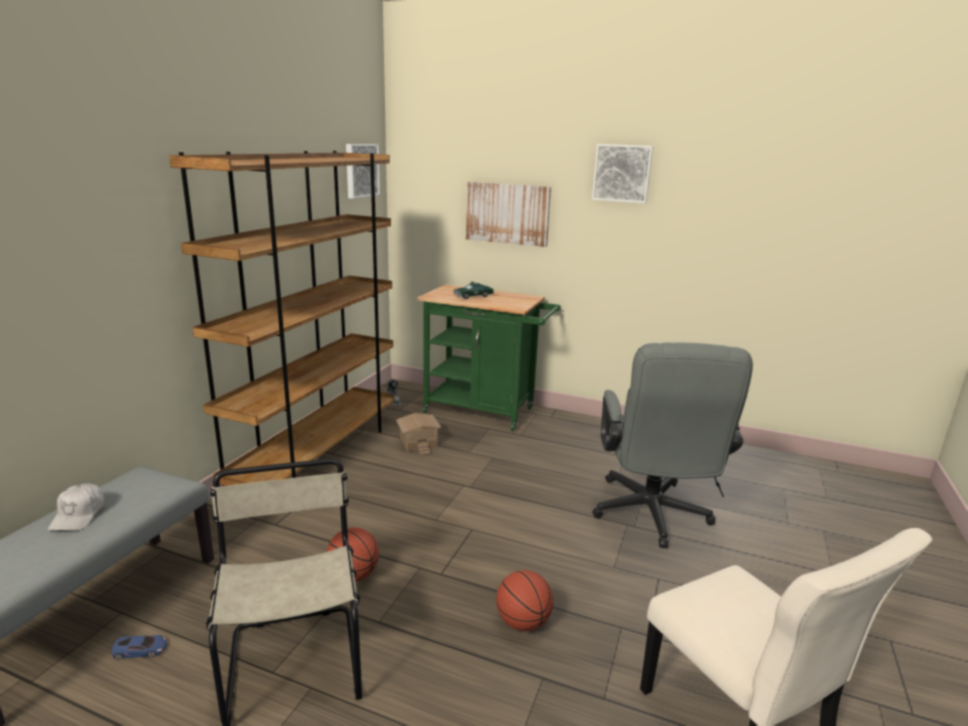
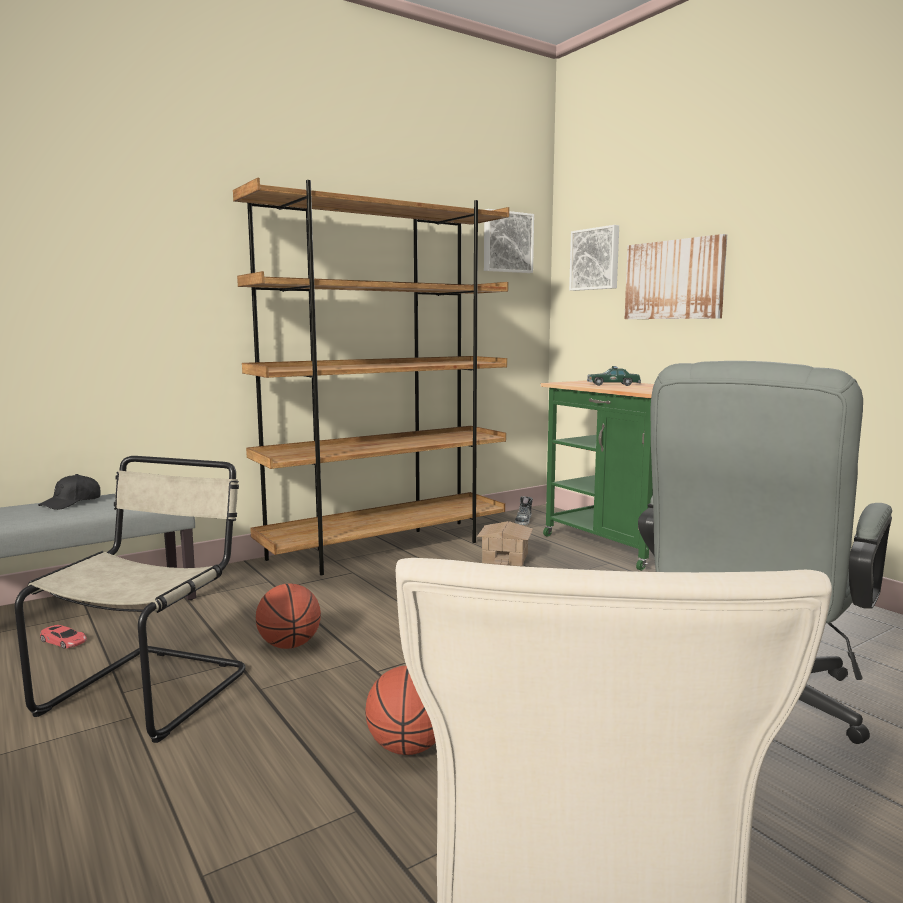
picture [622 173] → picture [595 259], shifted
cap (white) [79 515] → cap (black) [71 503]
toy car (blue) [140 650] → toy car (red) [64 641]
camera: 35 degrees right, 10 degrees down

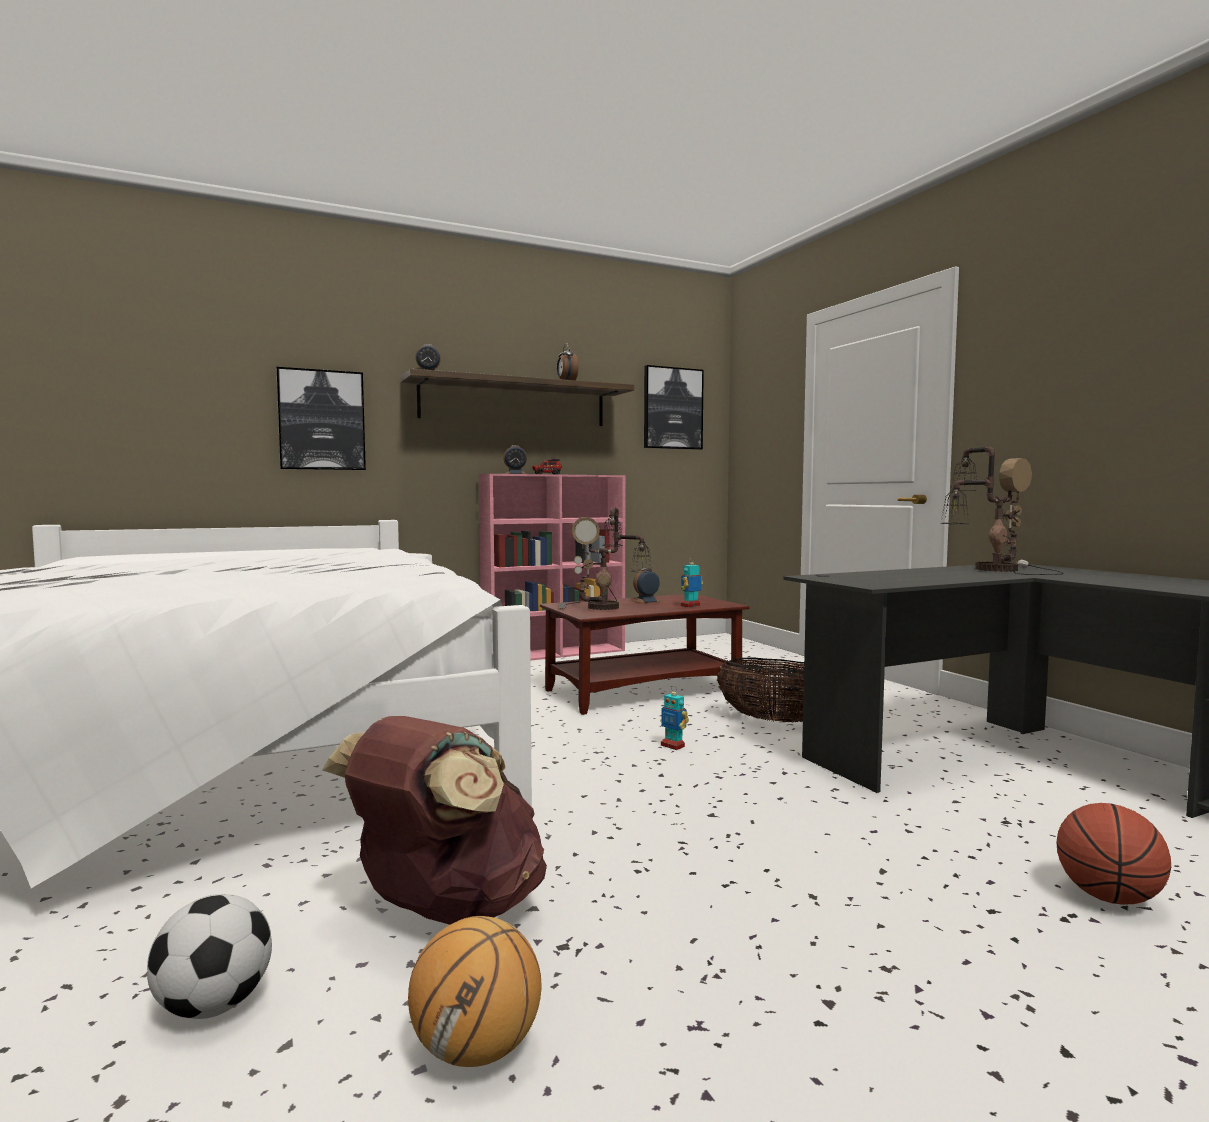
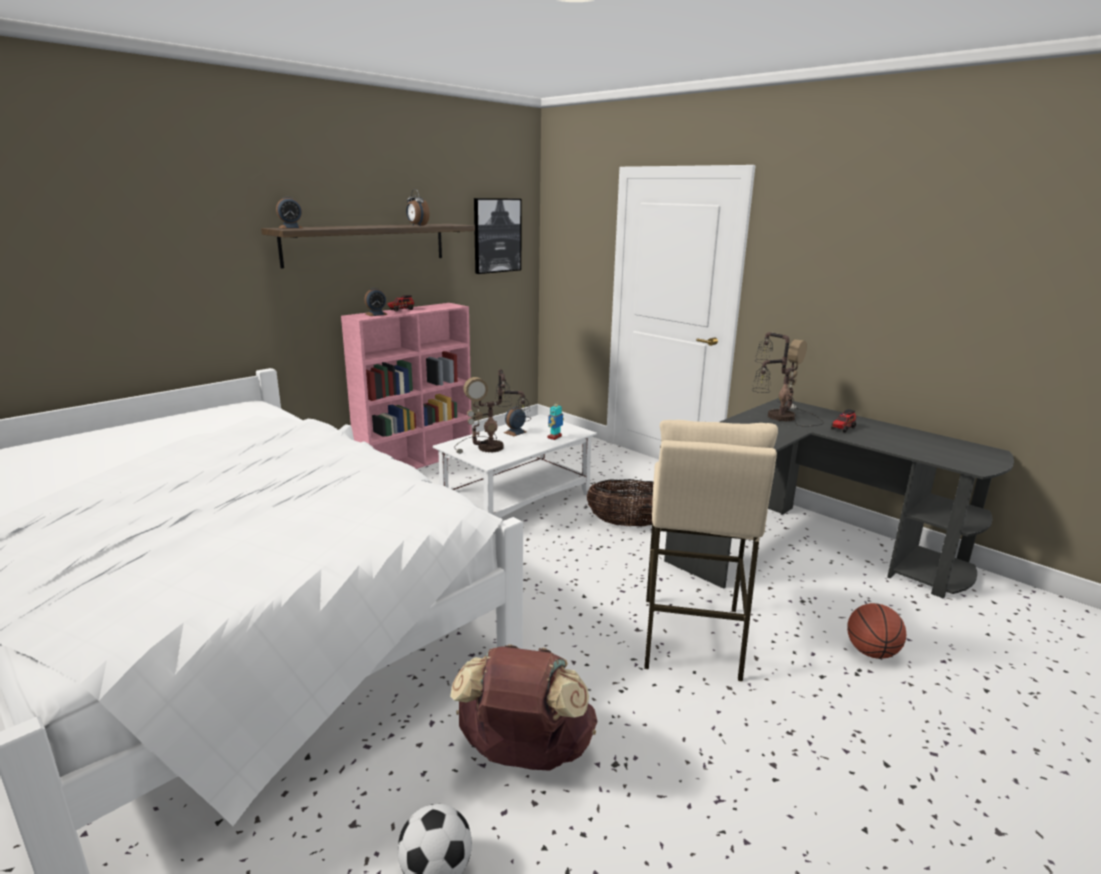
picture [321 420] → -
basketball [477 1049] → -
toy robot [673 746] → -
- → stool (beige) [690 637]
- → toy truck [842 429]
coffee table (brown) [642 691] → coffee table (white) [516 503]
camera: 20 degrees left, 15 degrees up

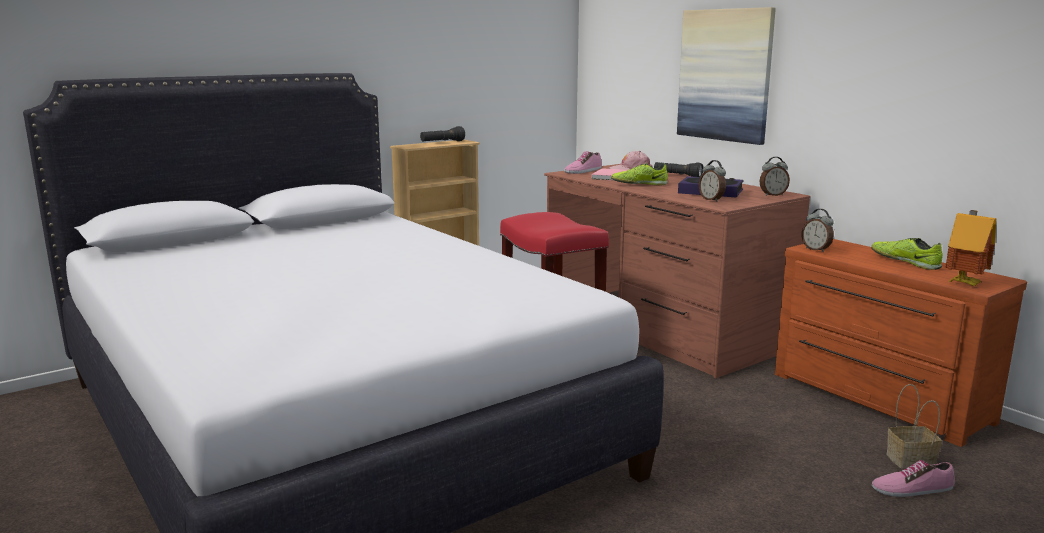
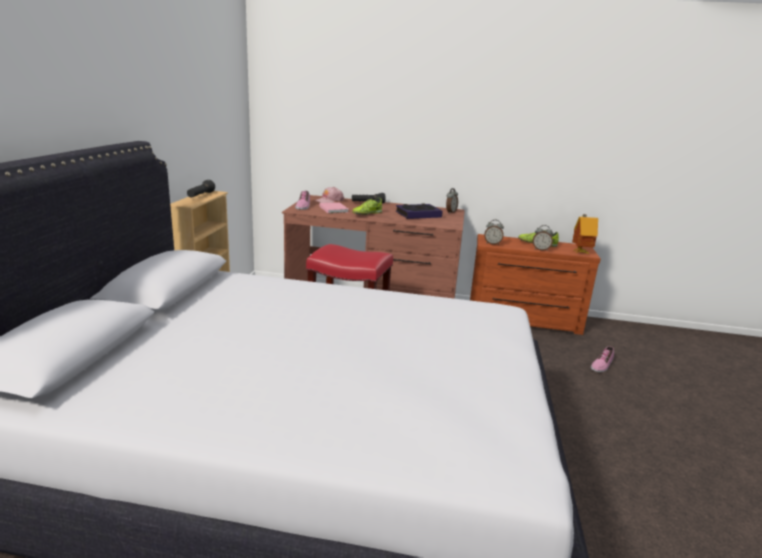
picture [725 75] → -
basket [911 460] → -
alarm clock [712 200] → alarm clock [541 249], shifted
camera: 45 degrees left, 5 degrees up

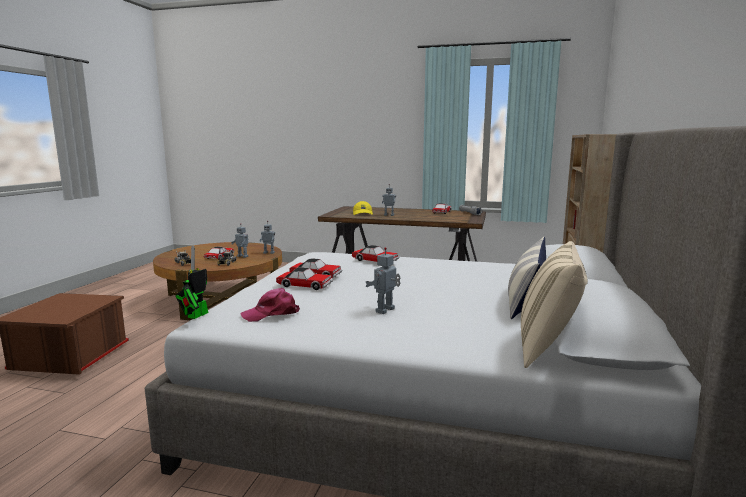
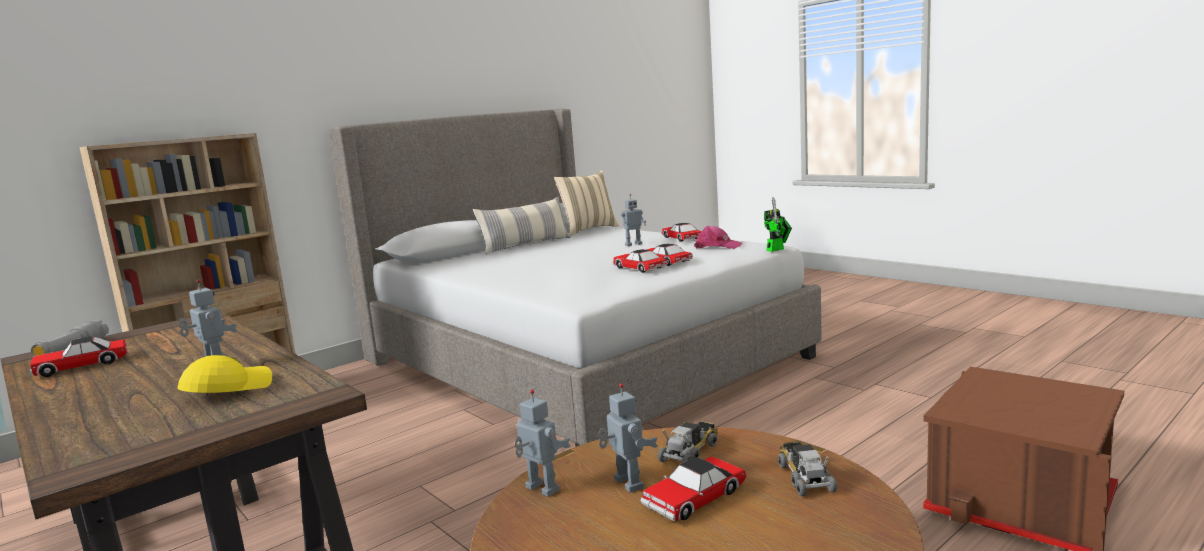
toy car [375 260] → toy car [681 238], shifted
camera: 145 degrees left, 0 degrees up

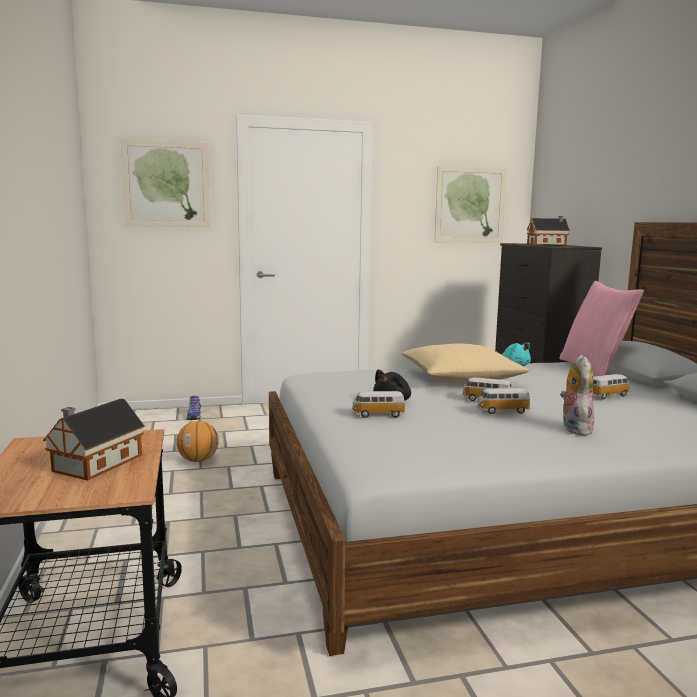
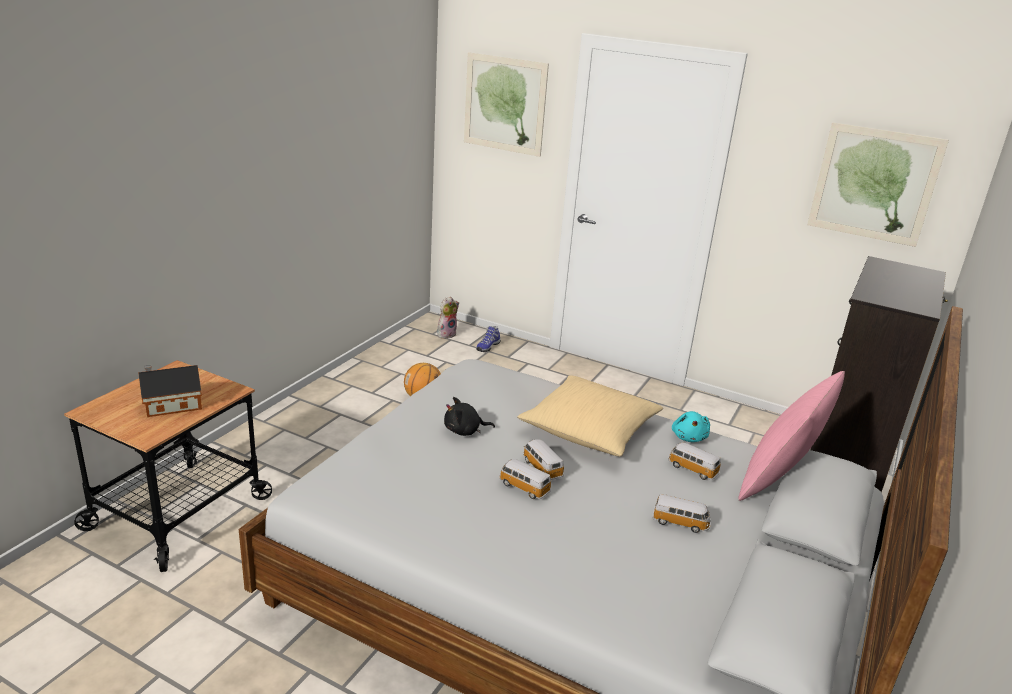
toy house [548 244] → -
toy car [377 414] → toy car [691 469], shifted
plush toy [574 428] → plush toy [446 334], shifted
camera: 40 degrees right, 15 degrees up

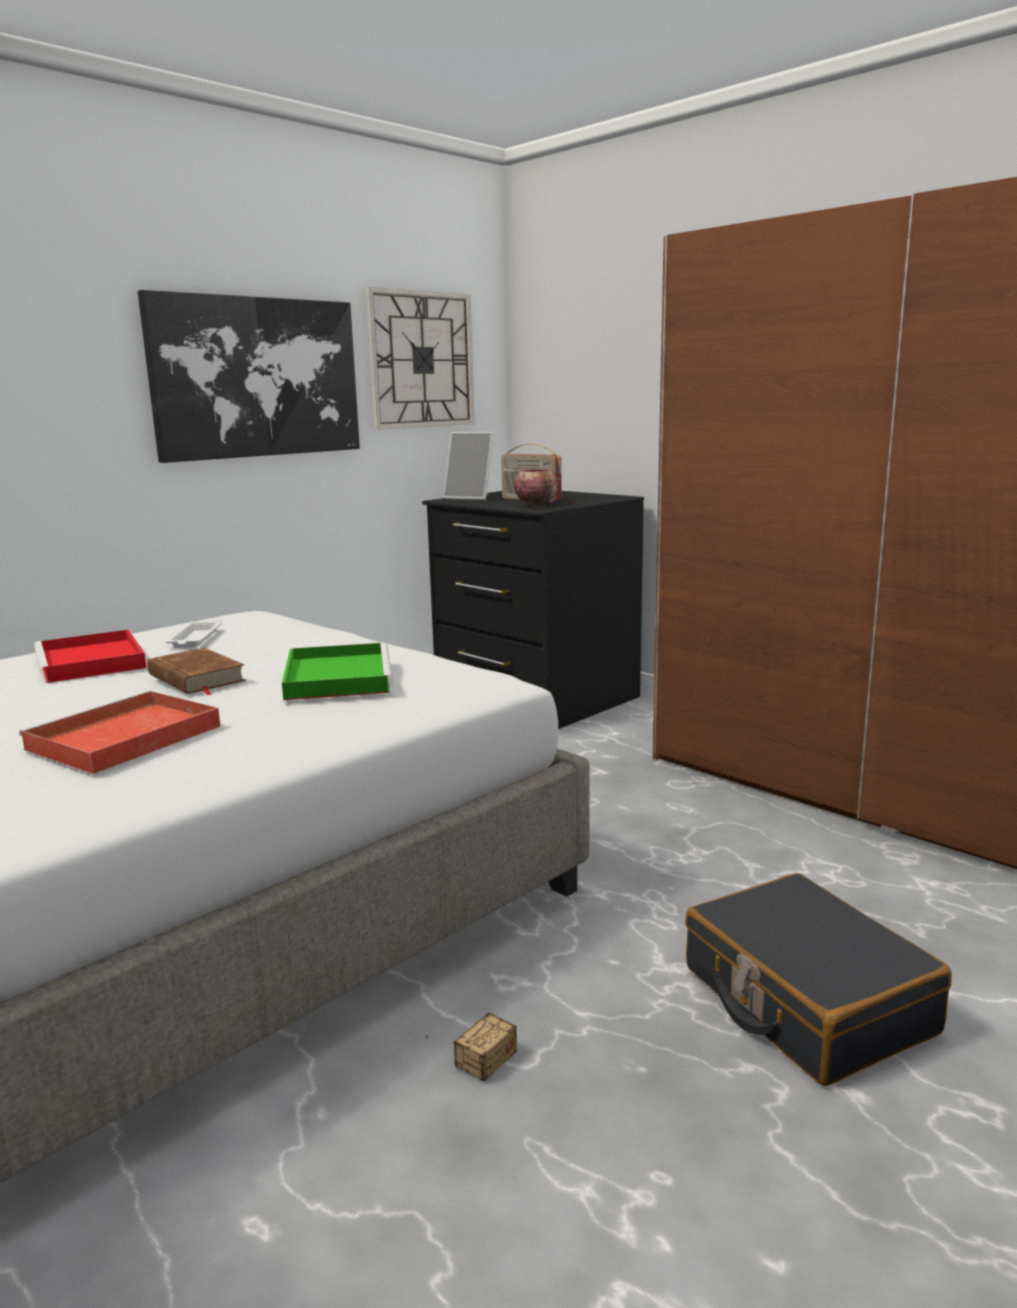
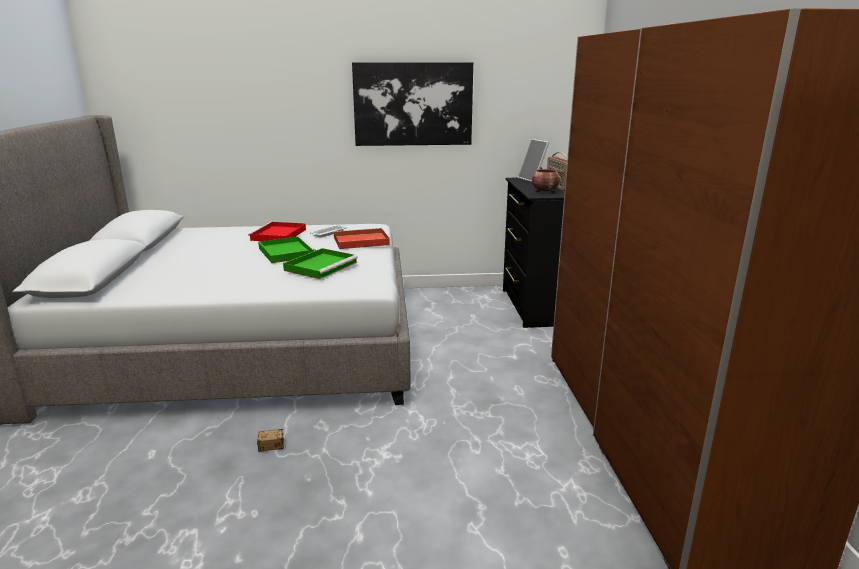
wall clock [421 360] → -
suitcase (black) [805 1000] → -
tray (red) [122 739] → tray (red) [360 241], shifted
book (brown) [196 678] → tray (green) [285 252]
camera: 40 degrees right, 5 degrees up

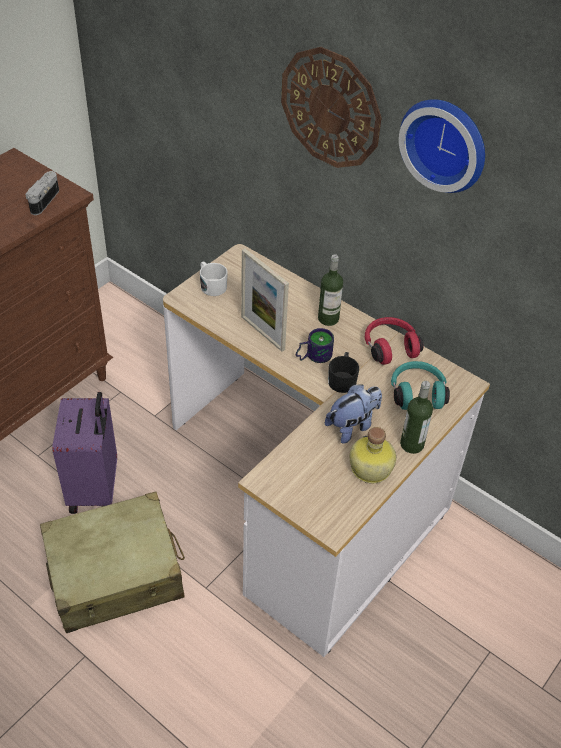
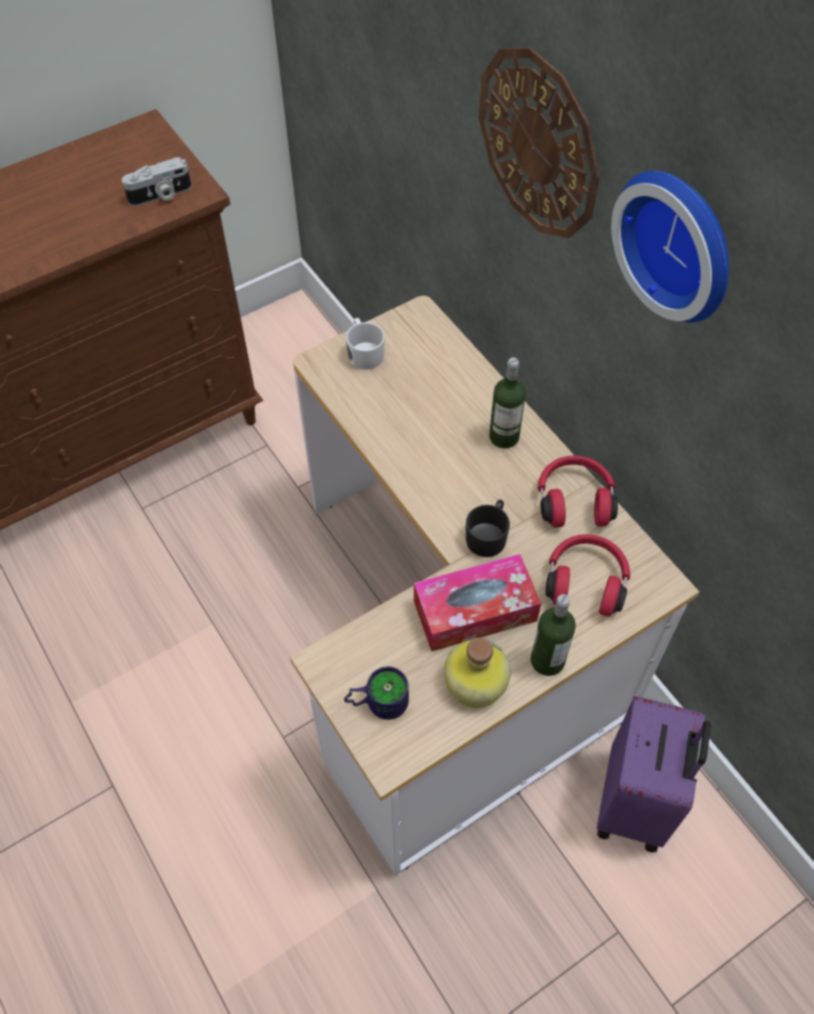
suitcase (beige) [115 574] → -
picture frame [262 333] → -
suitcase (purple) [95 489] → suitcase (purple) [635 803], shifted
mug [312 355] → mug [377 700], shifted
plush toy [352 426] → tissue box [475 611]
headphones (turquoise) [417 393] → headphones (red) [586 581]
photo camera [42 200] → photo camera [161 195], 150 degrees counterclockwise
camera: 20 degrees right, 10 degrees up

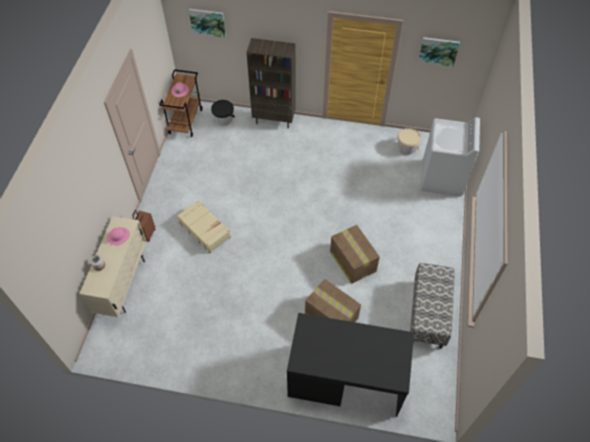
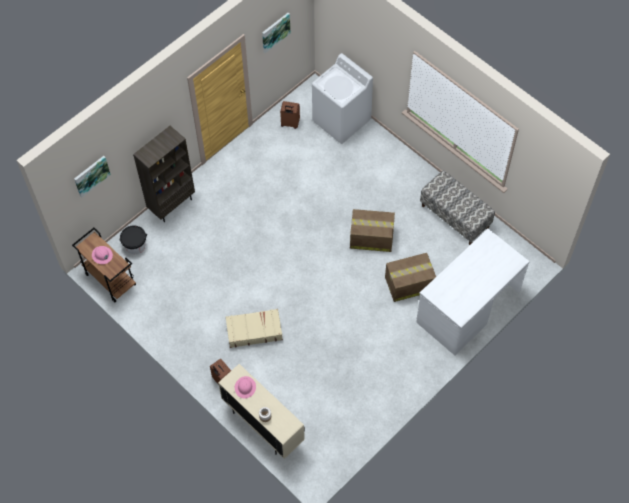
bucket (beige) [407 148] → suitcase (brown) [290 123]
desk (black) [345 378] → desk (white) [467 306]
camera: 55 degrees left, 5 degrees up

